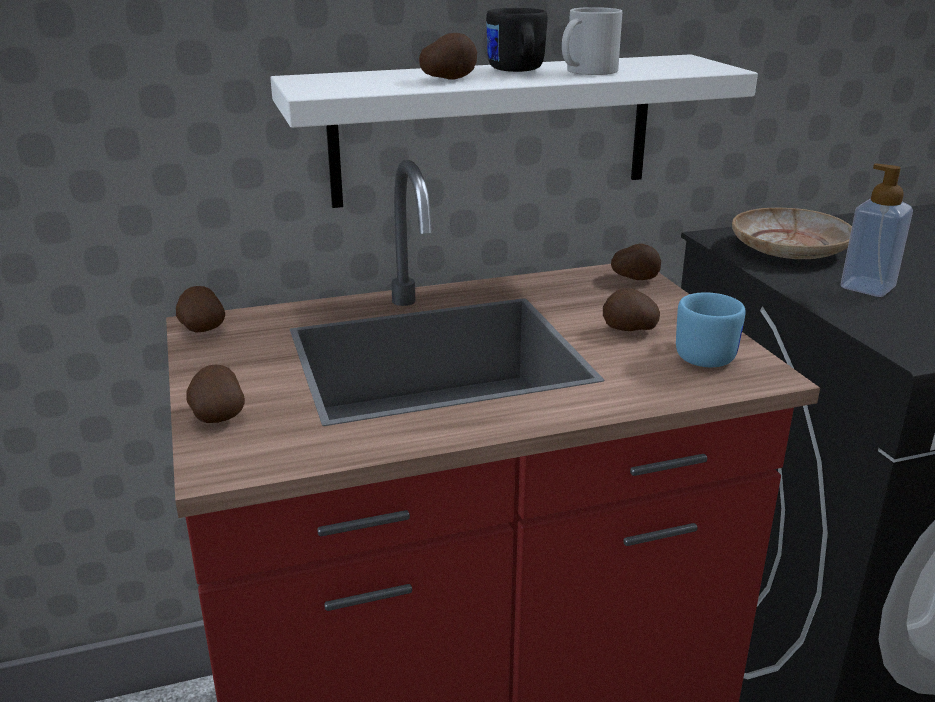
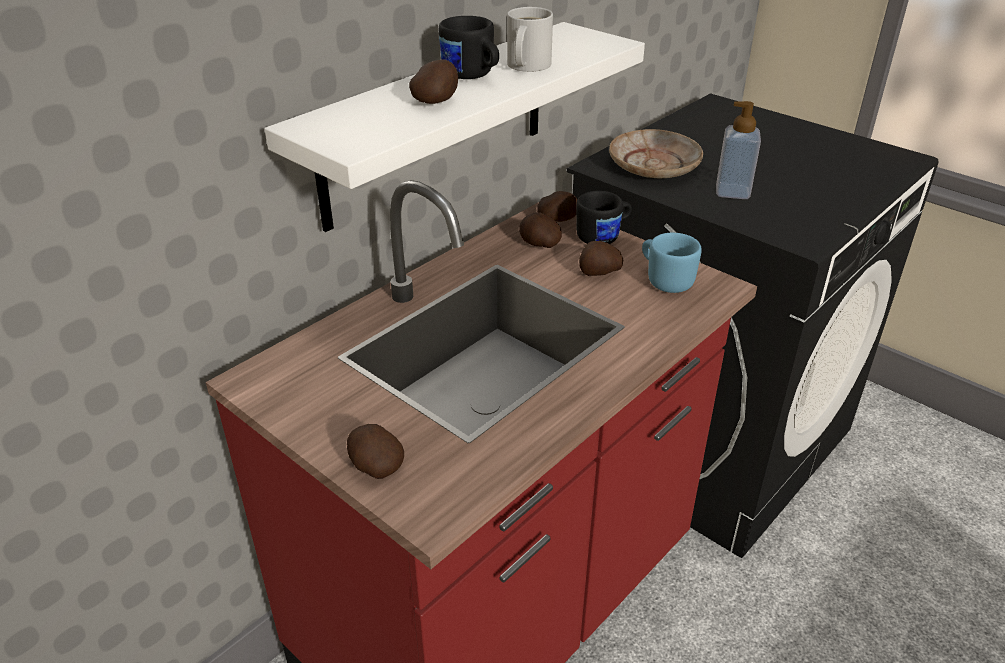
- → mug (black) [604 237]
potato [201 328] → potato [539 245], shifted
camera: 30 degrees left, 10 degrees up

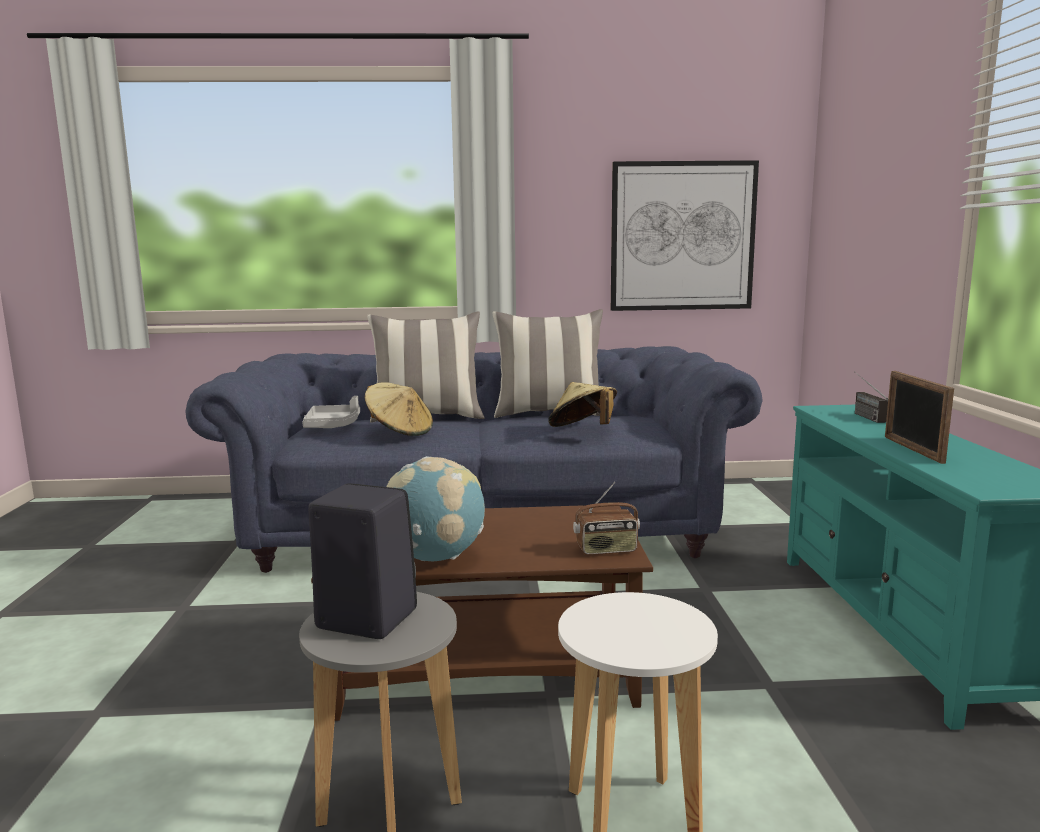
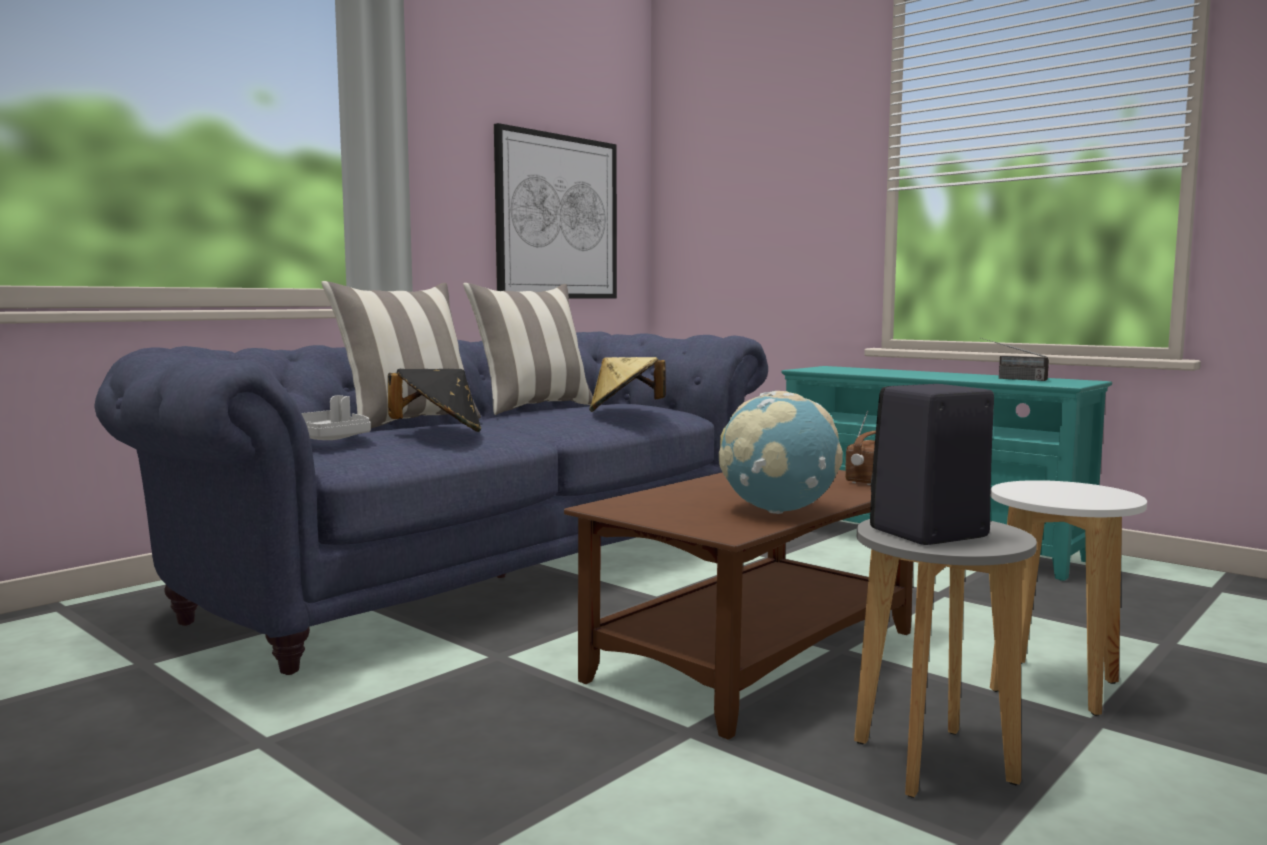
picture frame [912 449] → -
radio [863 415] → radio [1010 378], shifted
hat (beige) [400 431] → hat (black) [439 432]
camera: 45 degrees left, 5 degrees down

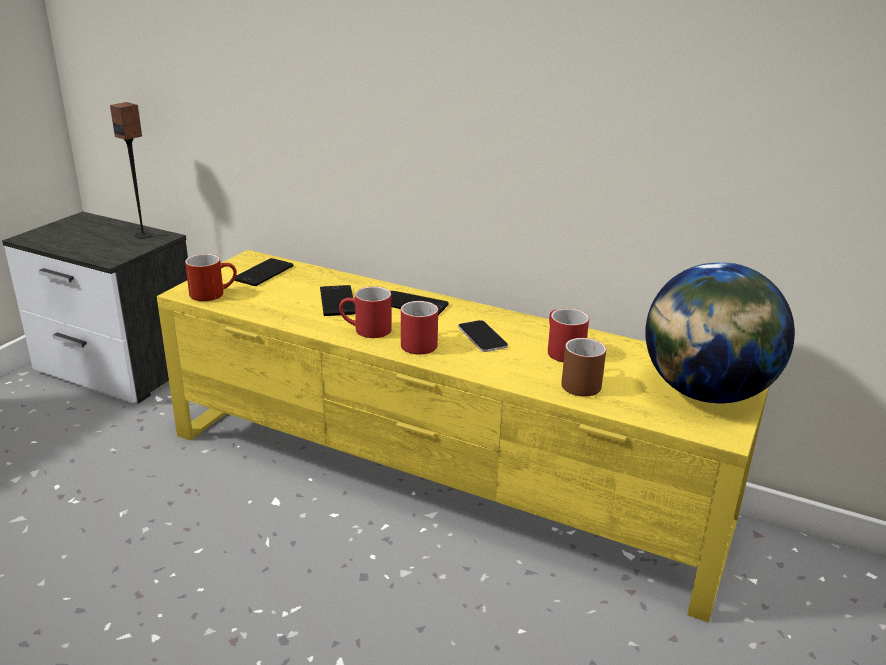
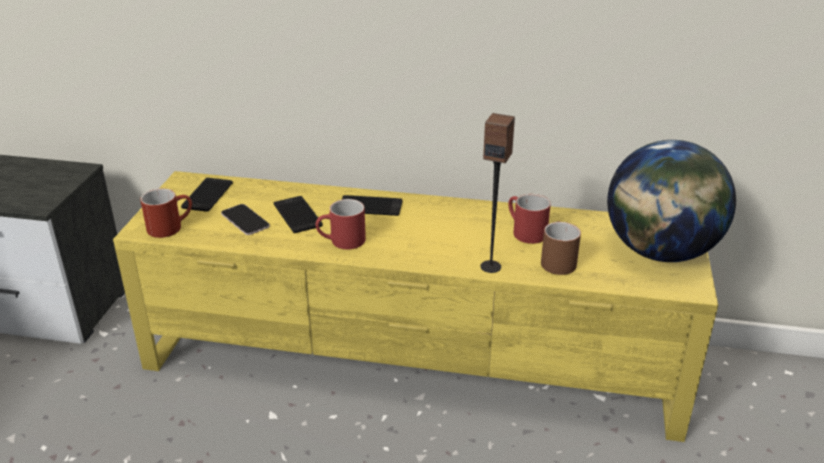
mug (red) [420 342] → -
speaker [143 235] → speaker [491 266], shifted
phone [482 337] → phone [245 220], shifted
camera: 15 degrees left, 5 degrees up

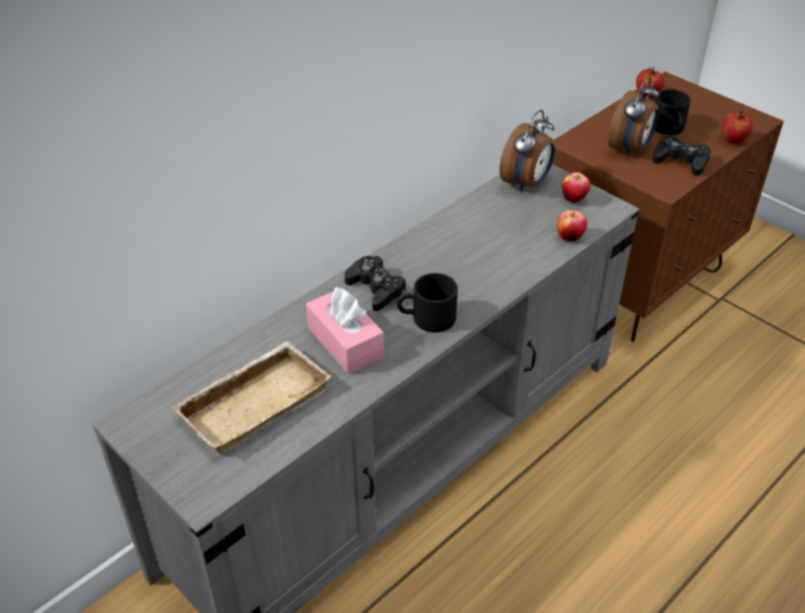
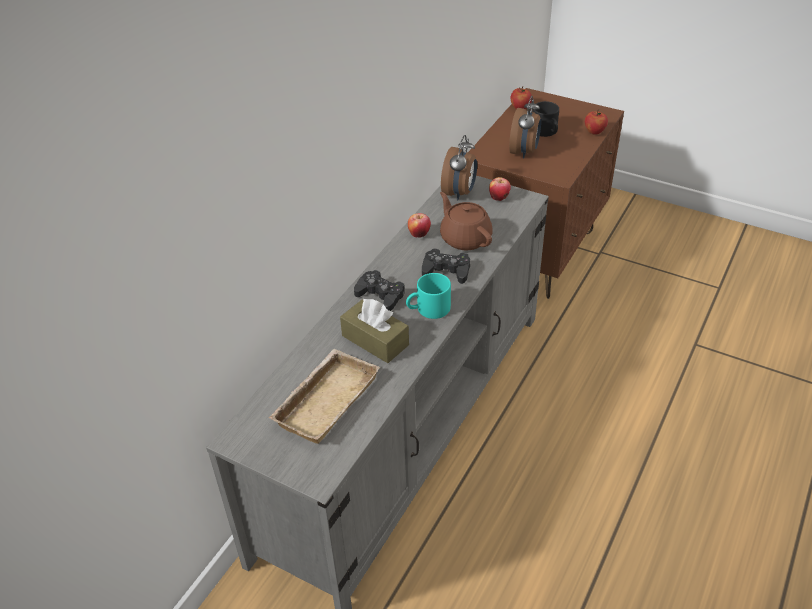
- → teapot (brown) [465 238]
apple [569 237] → apple [419 234], shifted
game controller (black) [680 161] → game controller (black) [446 270], shifted
tissue box (pink) [345 342] → tissue box (brown) [375 340]
mug (black) [426 319] → mug (turquoise) [428 309]
camera: 15 degrees left, 0 degrees up

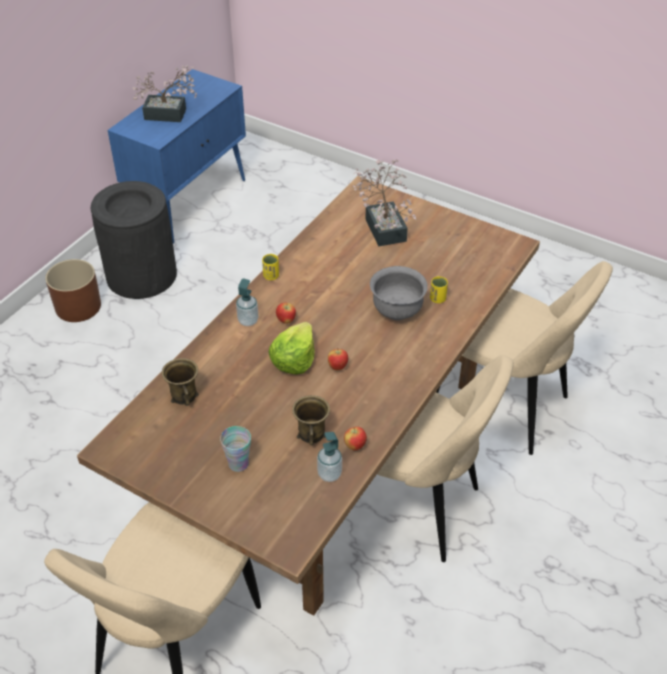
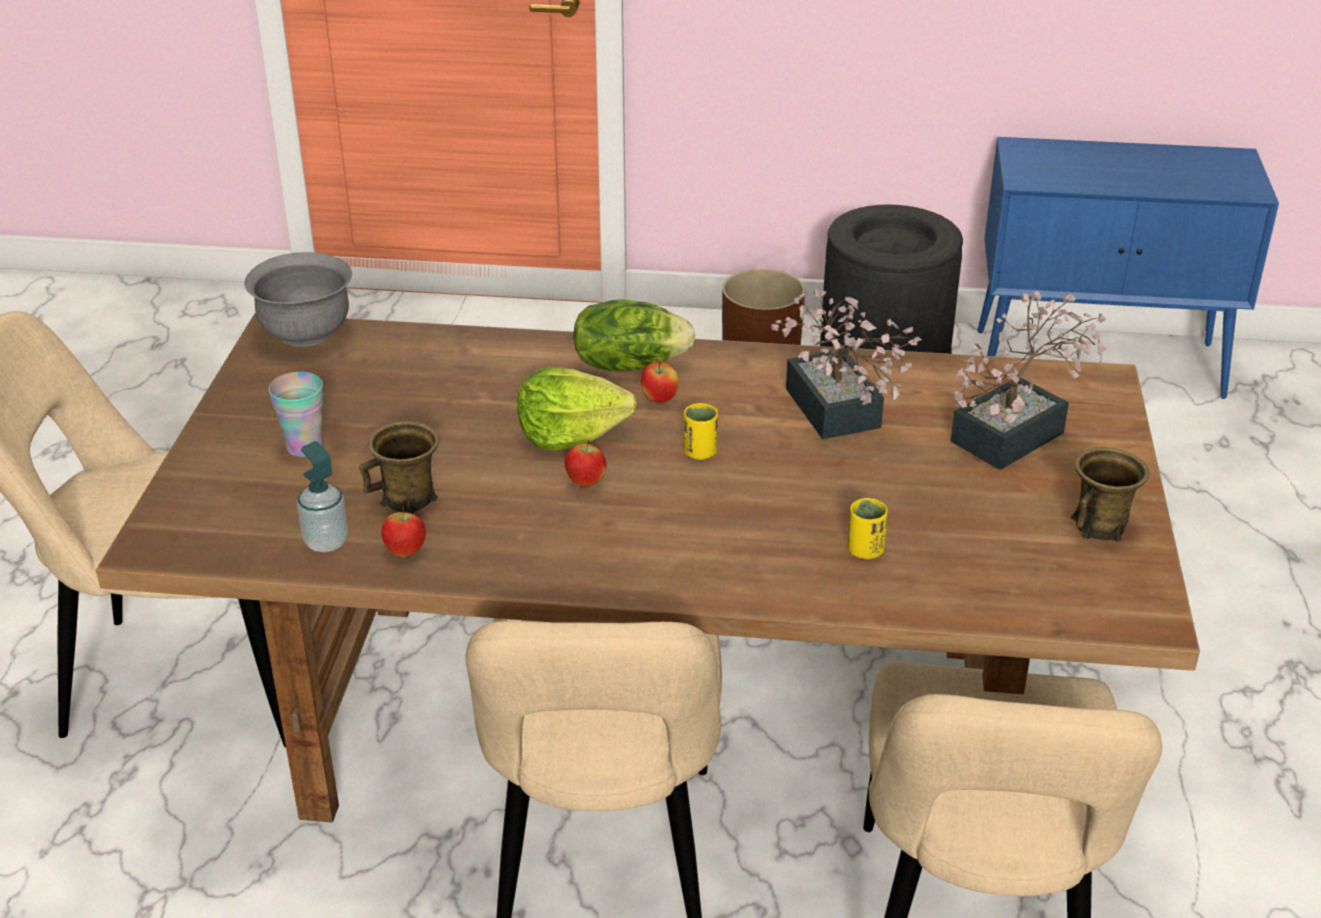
potted plant [170 115] → potted plant [836 415], shifted
mug (brown) [184 395] → mug (brown) [1101 526], shifted
cup (yellow) [271 276] → cup (yellow) [700 452], shifted
bowl (grey) [397 310] → bowl (grey) [306 334], shifted
soap dispenser [248 321] → lettuce [629 364]
camera: 65 degrees right, 10 degrees down

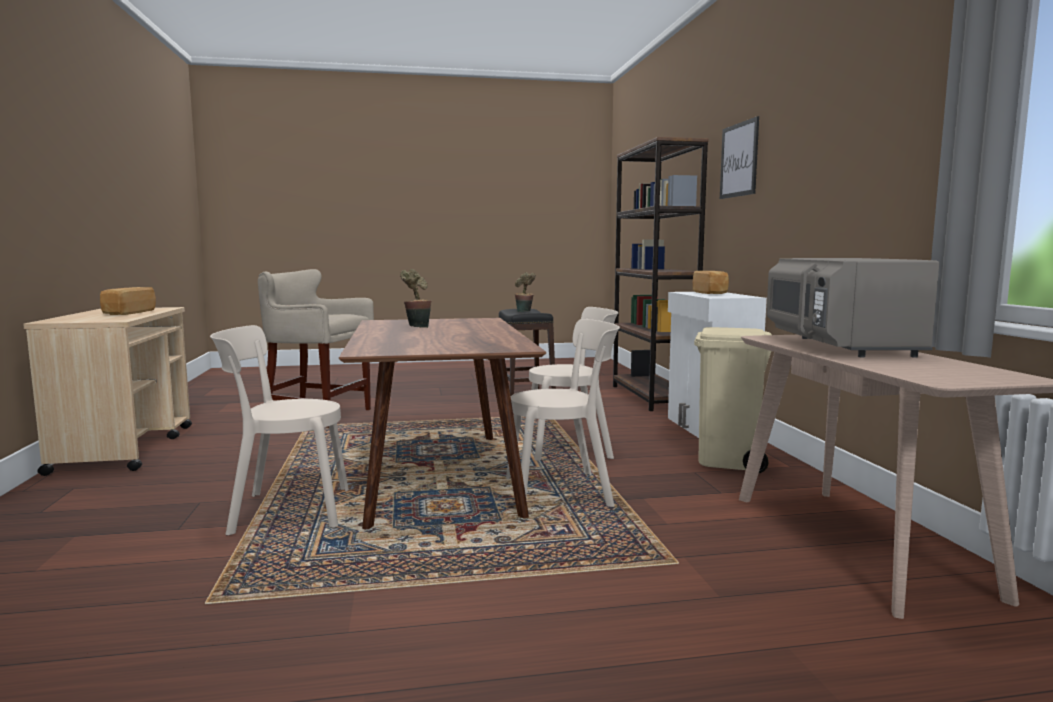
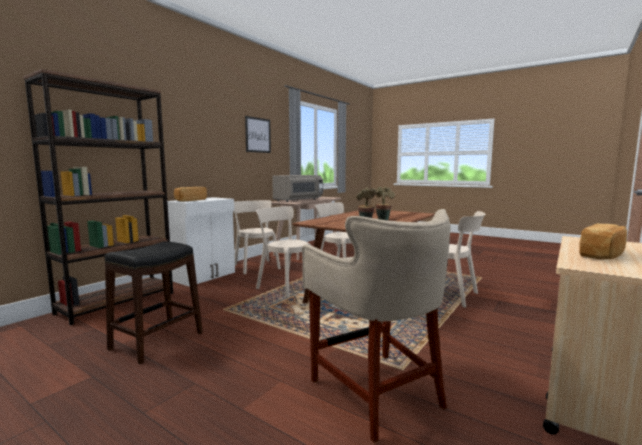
potted plant [524 312] → potted plant [383 219], shifted
picture [739 160] → picture [258 135], shifted
trash can (beige) [728 460] → chair (beige) [256 266]
camera: 135 degrees left, 0 degrees up

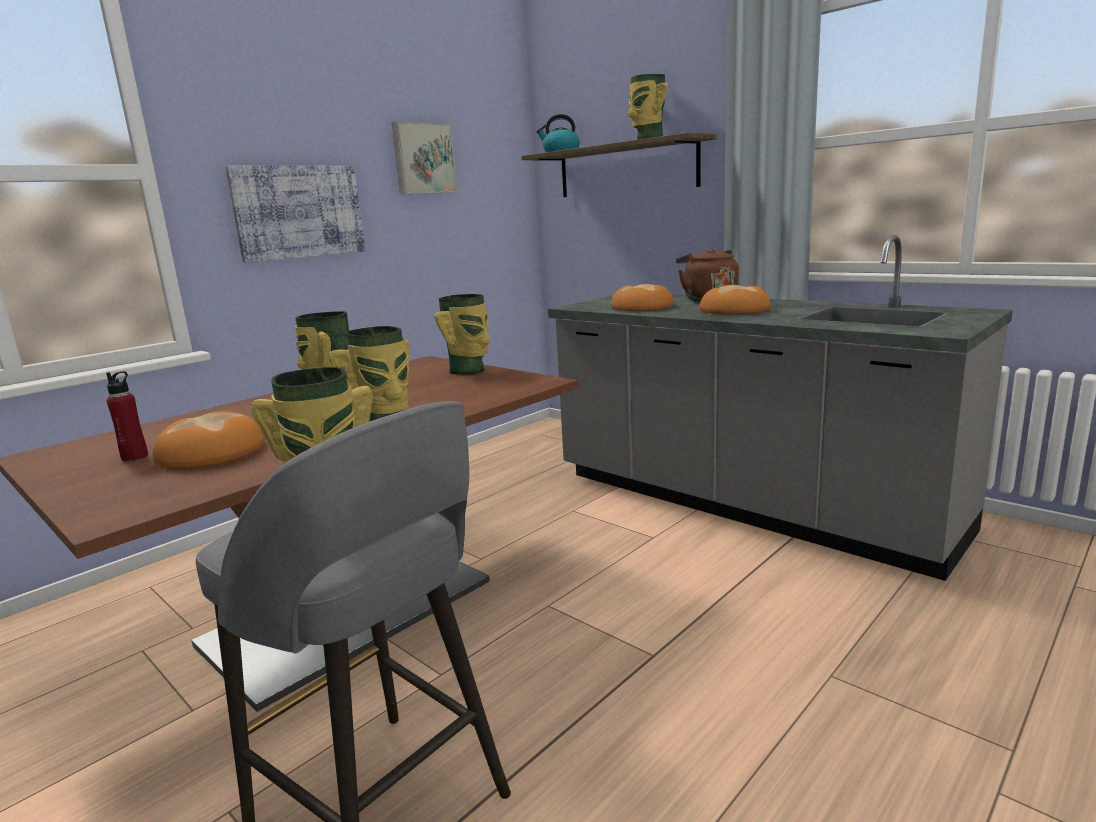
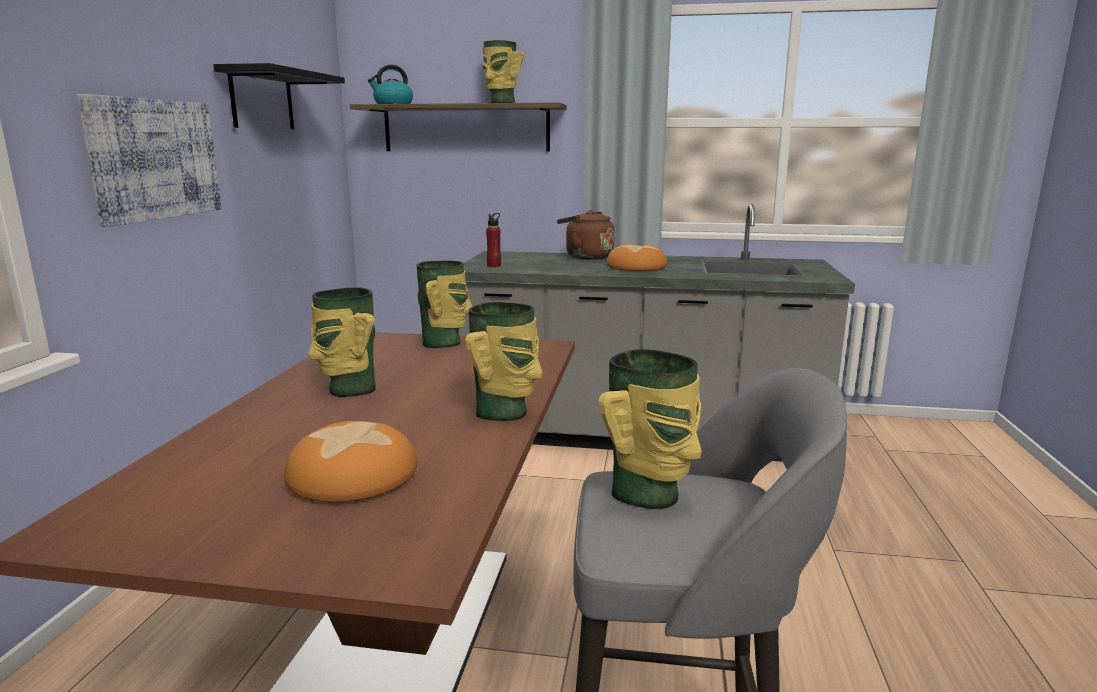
bread [642 307] → -
bottle (red) [135 457] → bottle (red) [494 265], shifted
picture [423 159] → shelf (black) [262 100]
camera: 35 degrees left, 0 degrees up

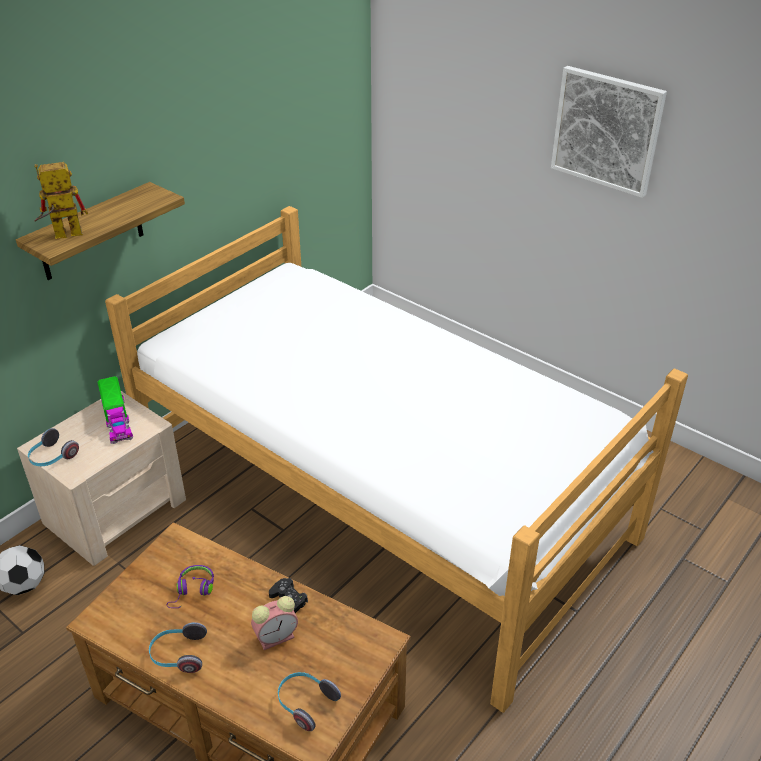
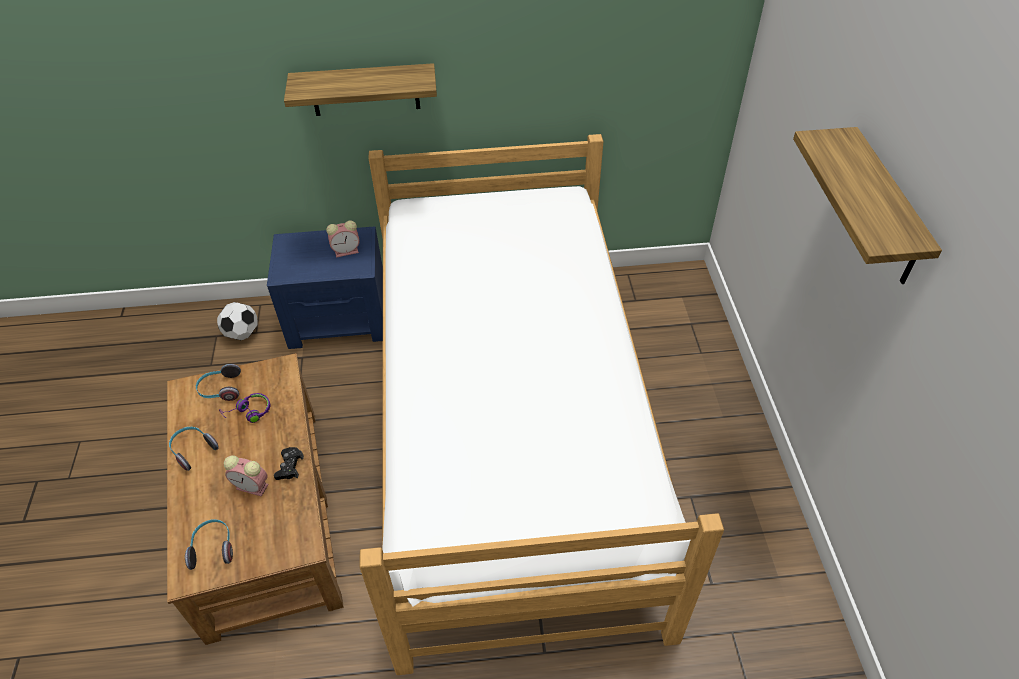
toy robot [61 235] → -
headphones [52 457] → headphones [220 389], shifted
toy truck [117 419] → alarm clock [347 251]
picture [607 130] → shelf [885 210]
nightstand (beige) [116 511] → nightstand (blue) [339 318]
camera: 45 degrees right, 10 degrees up

